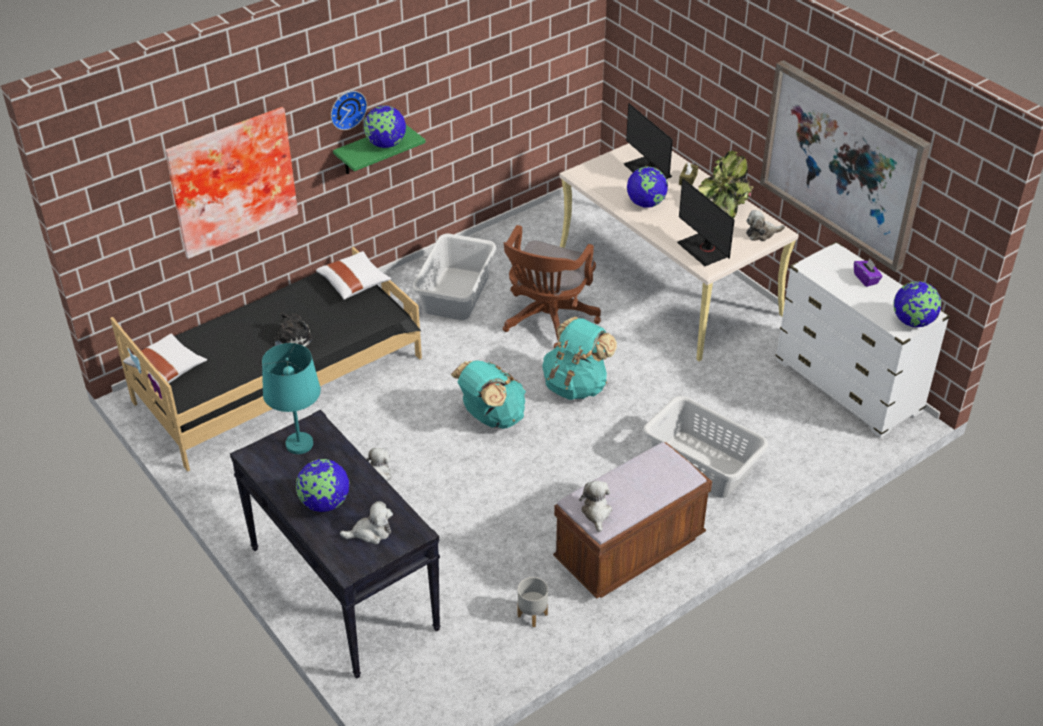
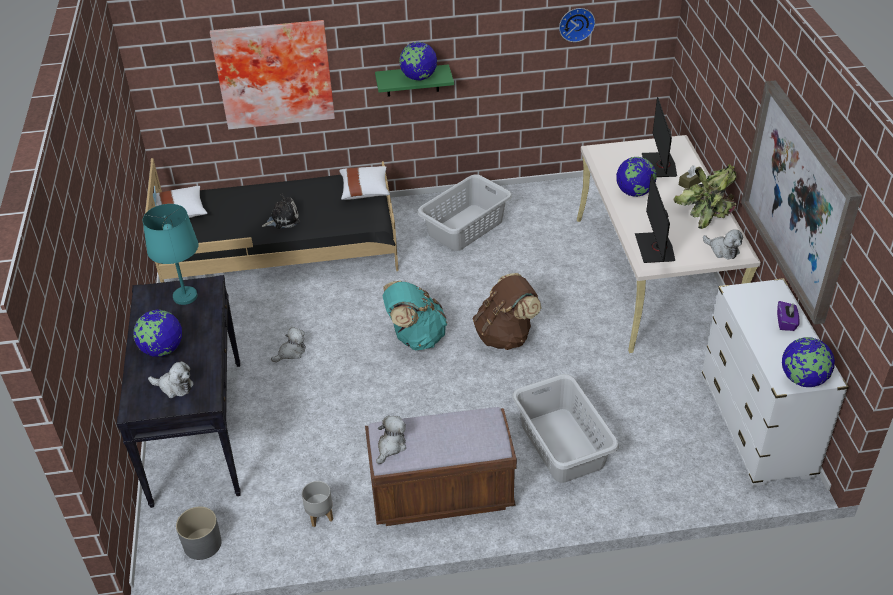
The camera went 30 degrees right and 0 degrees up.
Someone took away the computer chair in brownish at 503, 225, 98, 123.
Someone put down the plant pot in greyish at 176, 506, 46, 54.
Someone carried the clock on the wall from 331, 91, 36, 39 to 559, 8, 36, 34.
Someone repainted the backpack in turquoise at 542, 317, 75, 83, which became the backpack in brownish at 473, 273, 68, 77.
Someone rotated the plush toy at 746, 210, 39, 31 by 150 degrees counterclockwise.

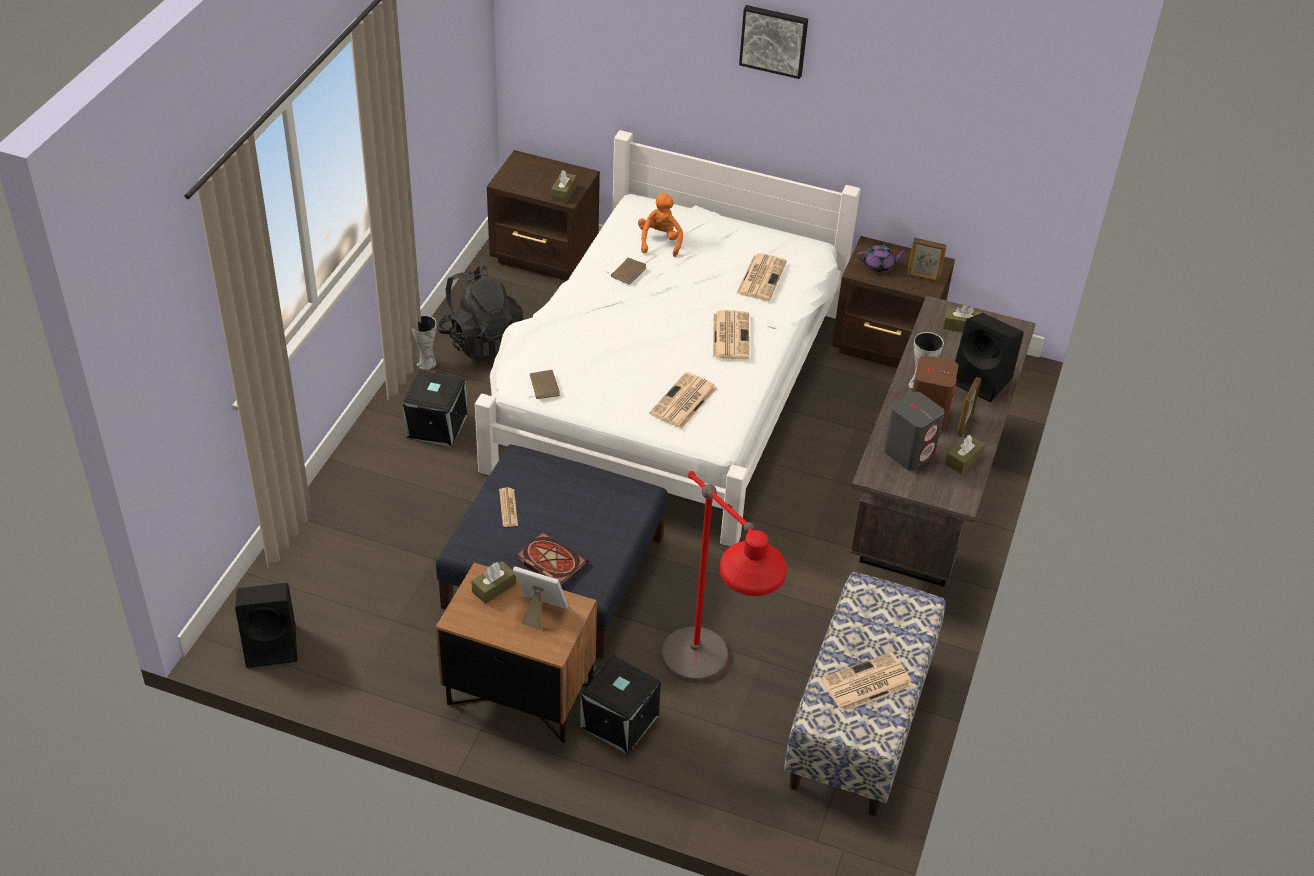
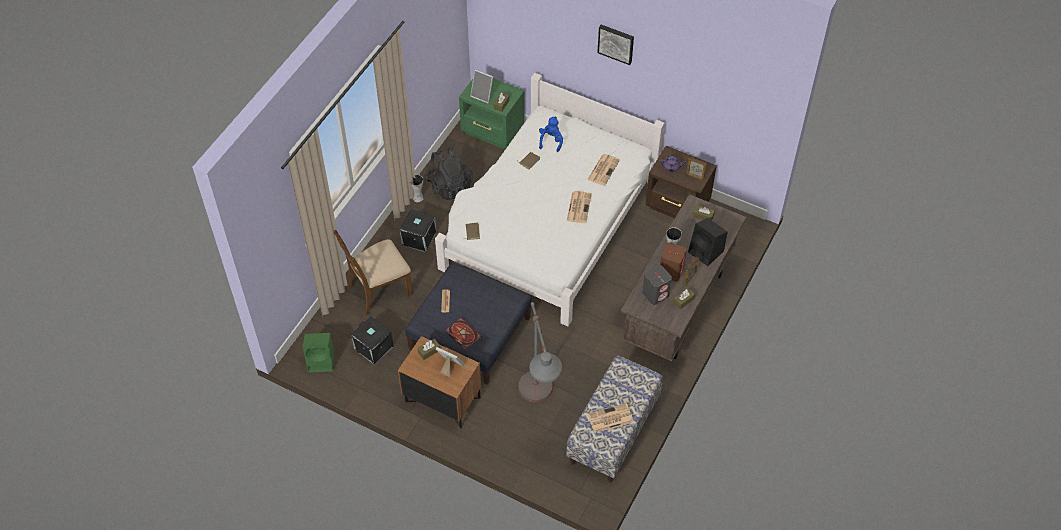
The camera went 10 degrees right and 10 degrees up.
Someone took away the daily paper at 649, 372, 68, 57.
Someone put down the upright chair in brownish at 334, 230, 79, 85.
Someone put down the standing frame at 470, 69, 23, 34.
Someone carried the storage bin in black from 580, 656, 81, 98 to 351, 317, 43, 47.
Someone repainted the speaker in black at 235, 583, 62, 85, which became the speaker in green at 303, 333, 31, 40.
Someone repainted the night table in brownish at 487, 150, 113, 131, which became the night table in green at 459, 78, 66, 71.
Someone repainted the plush toy in orangey at 638, 193, 45, 64, which became the plush toy in blue at 539, 116, 24, 36.
Someone repainted the standard lamp in red at 661, 471, 126, 212, which became the standard lamp in greyish at 518, 302, 44, 100.

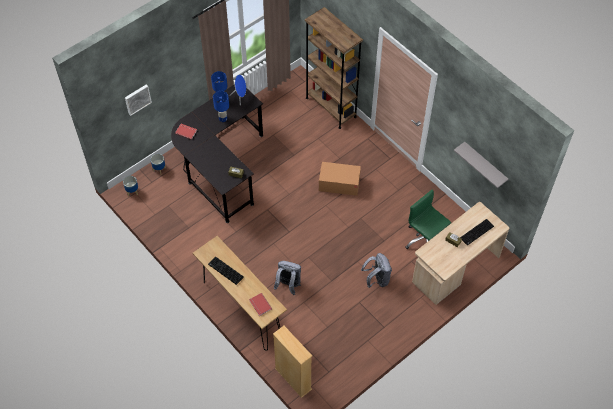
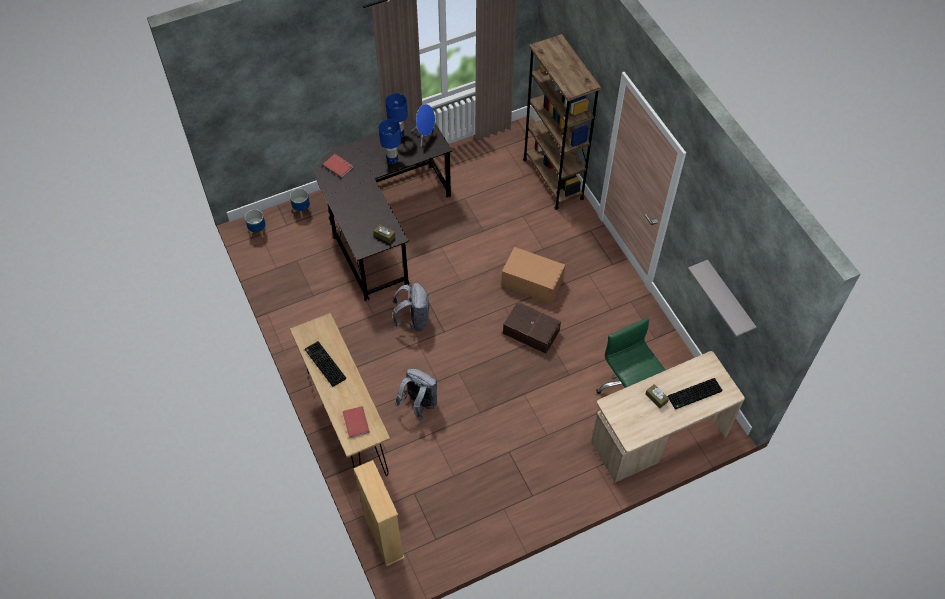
The camera went 15 degrees right and 0 degrees up.
Someone took away the wall art at 125, 84, 27, 32.
Someone put down the storage bin in brownish at 503, 301, 58, 52.
Someone carried the backpack in greyish from 361, 253, 31, 35 to 393, 283, 36, 48.

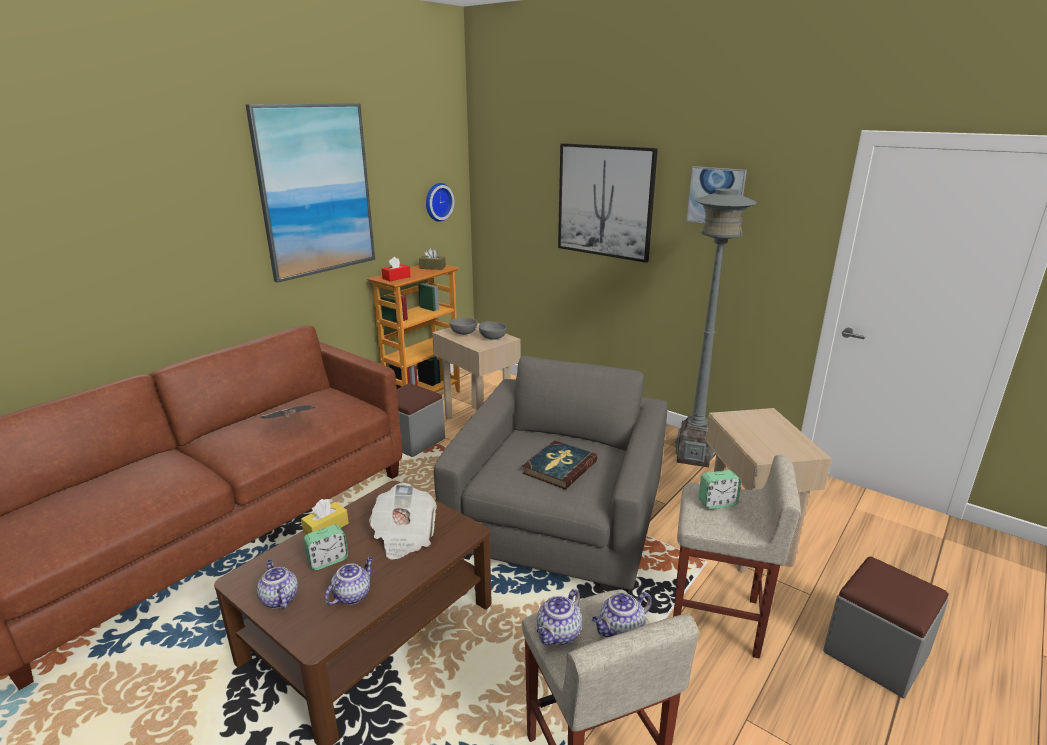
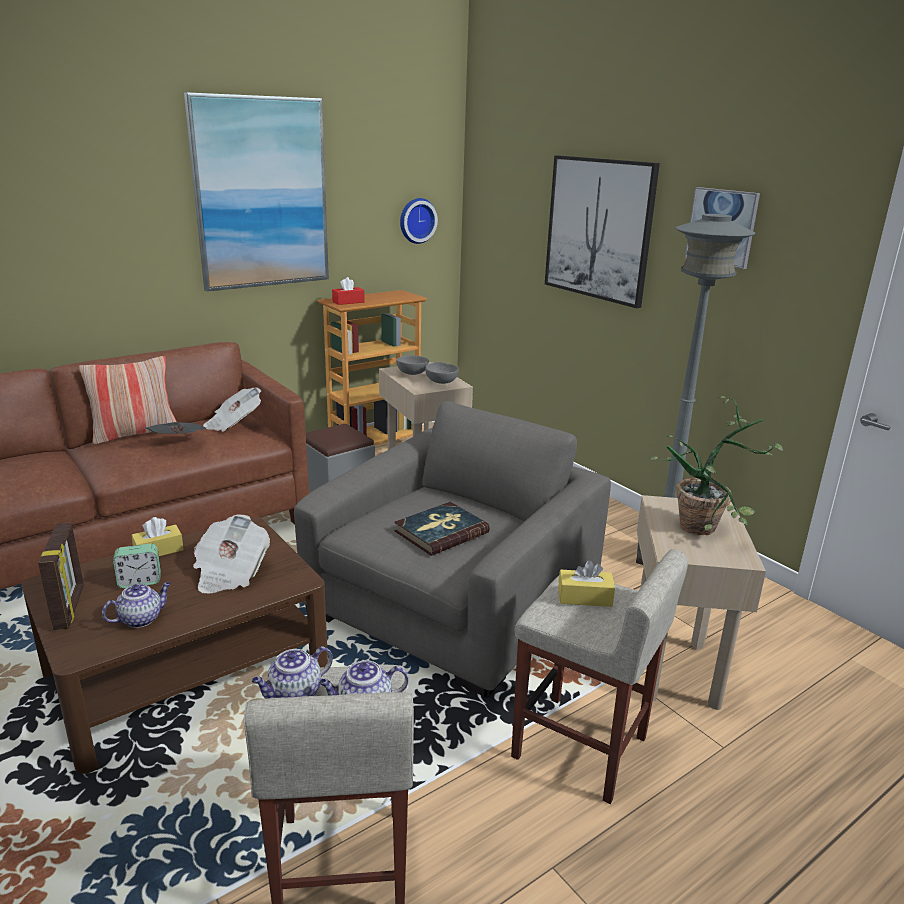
The camera went 15 degrees right and 0 degrees up.
Someone took away the box of tissues in brownish at 419, 248, 27, 22.
Someone took away the footrest in greyish at 823, 557, 126, 141.
Someone put down the cushion at 79, 356, 98, 89.
Someone put down the daily paper at 203, 388, 58, 44.
Someone put down the houseplant at 651, 396, 132, 139.
Someone swapped the pot for tea at 257, 560, 41, 49 for the standing frame at 38, 522, 46, 108.
Someone swapped the table clock at 699, 470, 42, 39 for the box of tissues in yellow-coloured at 558, 560, 57, 47.

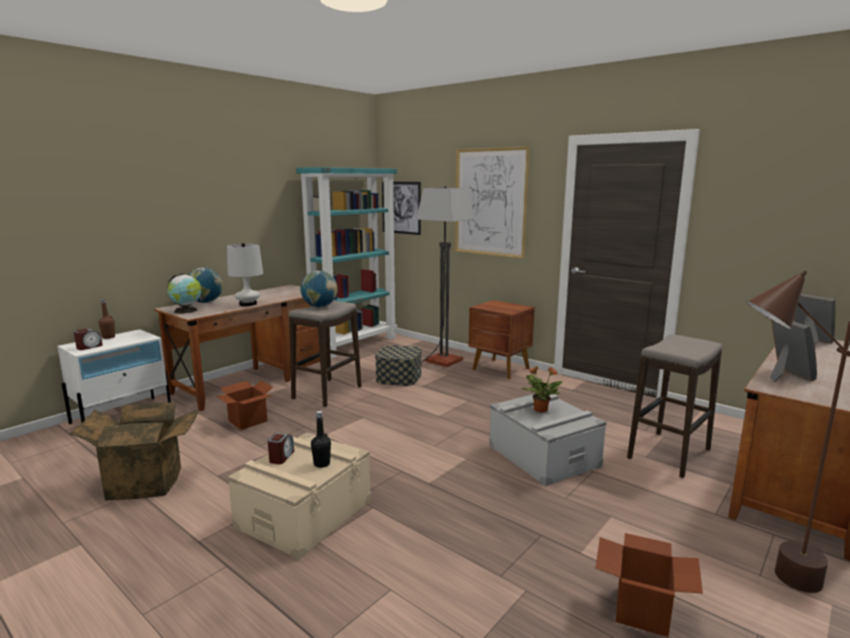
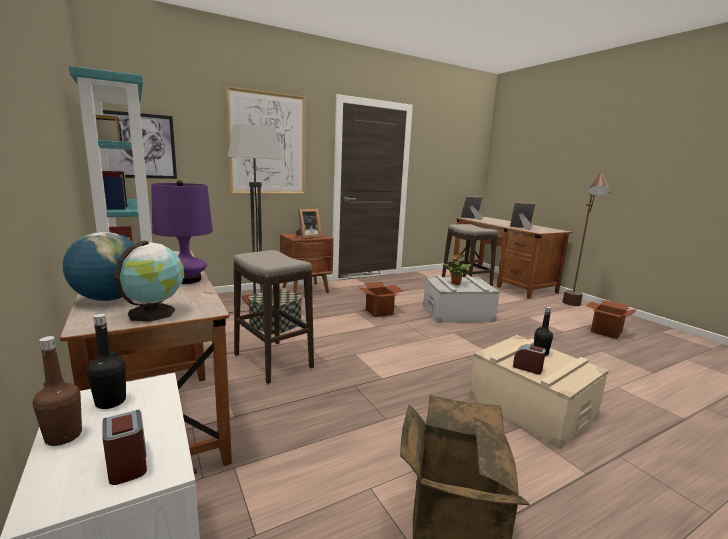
The camera went 70 degrees left and 0 degrees up.
Someone took away the globe at 300, 271, 38, 36.
Someone put down the beverage bottle in black at 86, 314, 40, 95.
Someone put down the standing frame at 296, 209, 26, 30.
Someone carried the cardboard box from 216, 381, 57, 49 to 358, 282, 45, 35.
Someone repainted the table lamp in whitish at 227, 243, 36, 63, which became the table lamp in purplish at 151, 180, 62, 104.

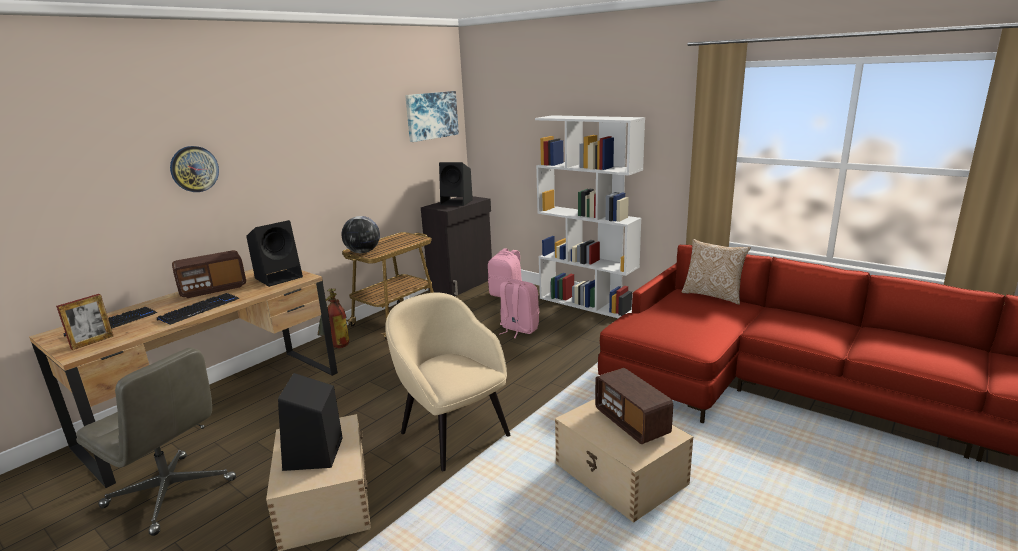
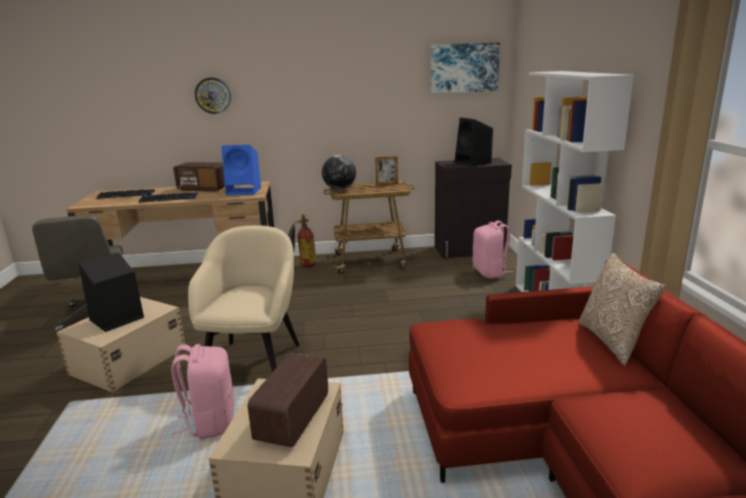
The camera went 45 degrees right and 0 degrees up.
Someone carried the standing frame from 56, 294, 57, 56 to 375, 156, 23, 30.
Someone carried the backpack in pink from 500, 279, 39, 59 to 171, 344, 64, 95.
Someone repainted the speaker in black at 246, 220, 57, 67, which became the speaker in blue at 221, 145, 40, 50.

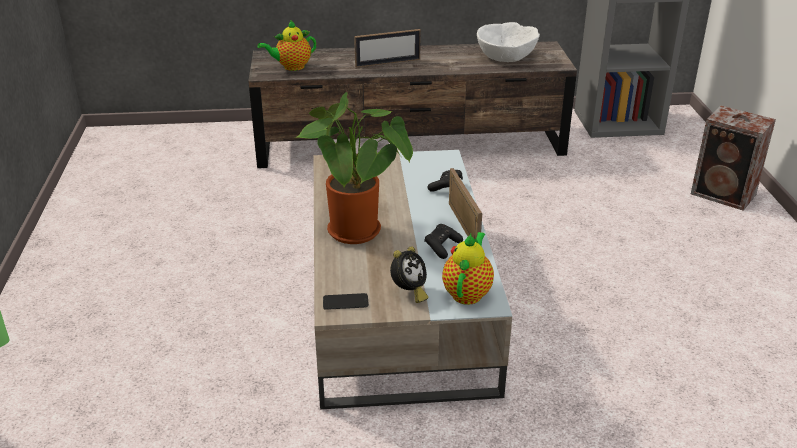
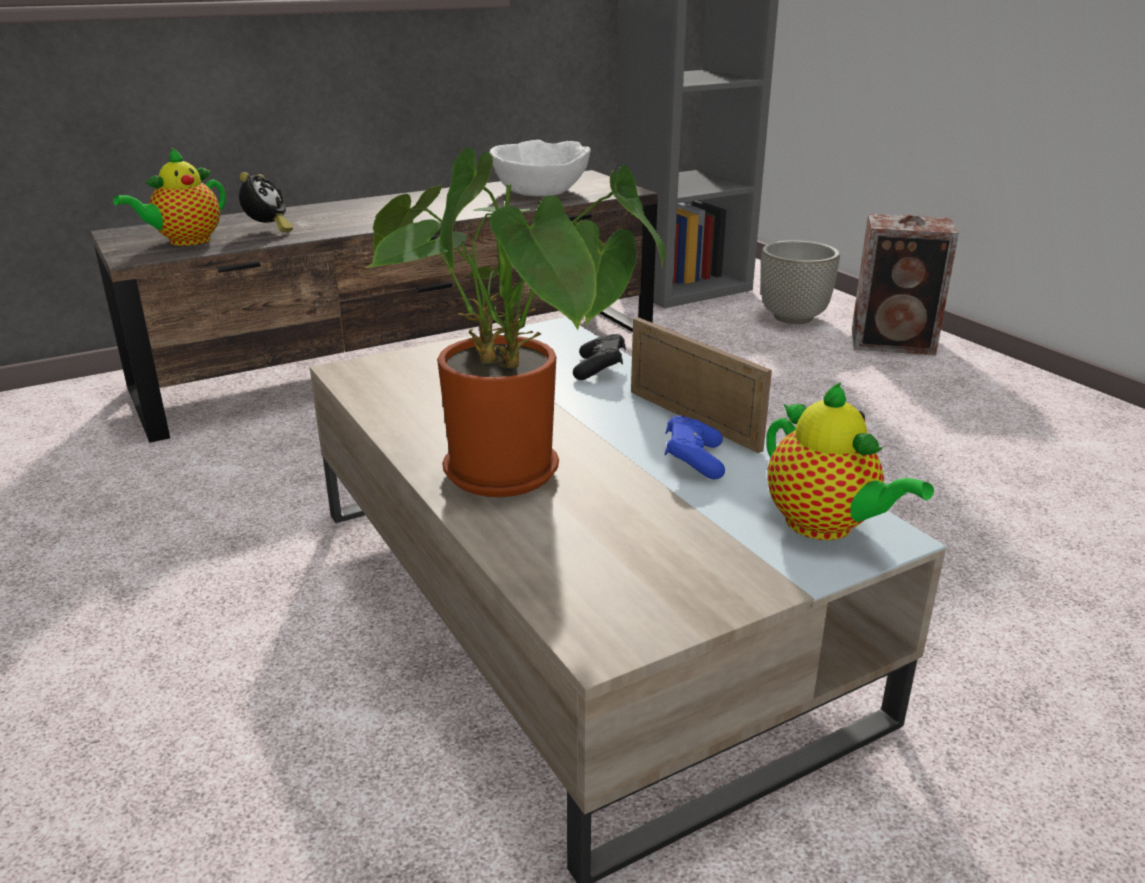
The camera went 25 degrees left and 5 degrees down.
Someone took away the phone at 323, 293, 46, 17.
Someone took away the standing frame at 354, 29, 67, 39.
Someone put down the plant pot in greyish at 761, 240, 79, 84.
Someone carried the table clock from 390, 247, 39, 56 to 239, 172, 55, 60.
Someone repainted the joypad in black at 424, 224, 39, 35, which became the joypad in blue at 665, 416, 60, 63.
Someone rotated the pot for tea at 442, 232, 52, 73 by 150 degrees clockwise.

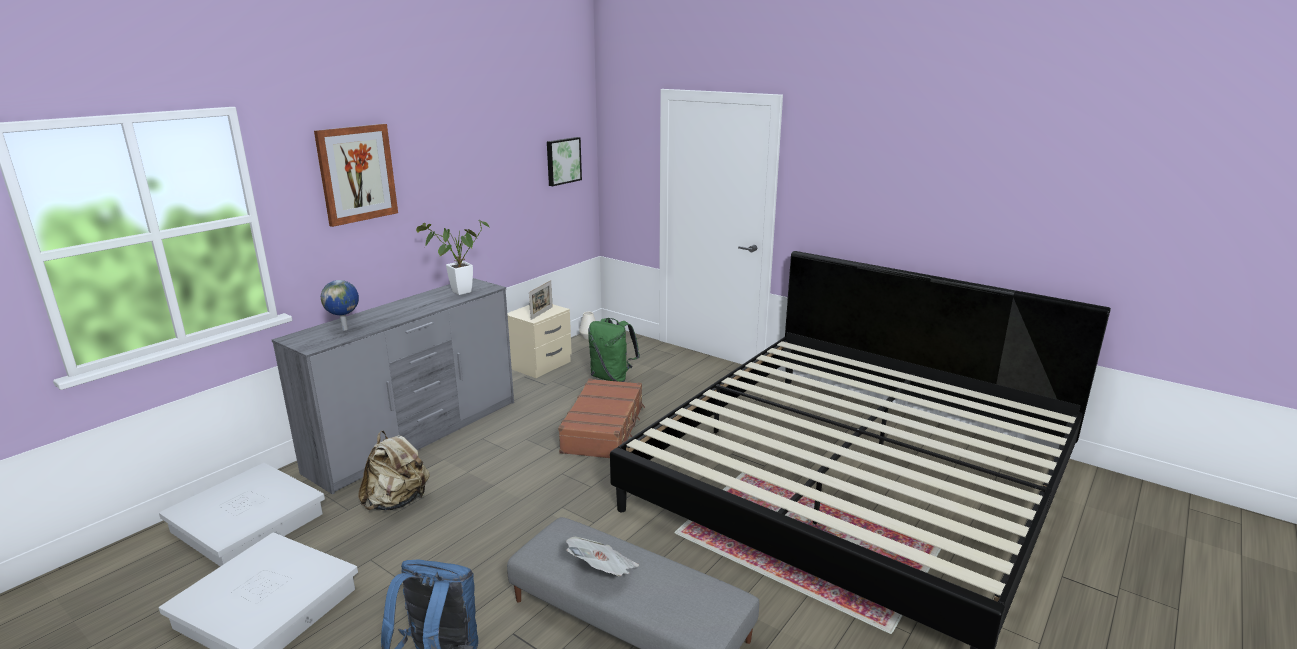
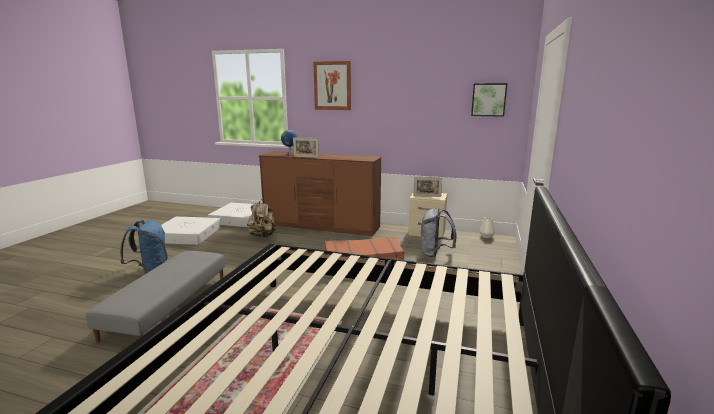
The camera went 70 degrees right and 5 degrees down.
Someone took away the houseplant at 416, 219, 74, 76.
Someone took away the daily paper at 566, 537, 73, 39.
Someone put down the standing frame at 293, 137, 26, 21.
Someone repainted the dresser in greyish at 272, 278, 242, 216, which became the dresser in brownish at 259, 151, 123, 86.
Someone repainted the backpack in green at 588, 318, 52, 64, which became the backpack in greyish at 421, 208, 36, 50.

